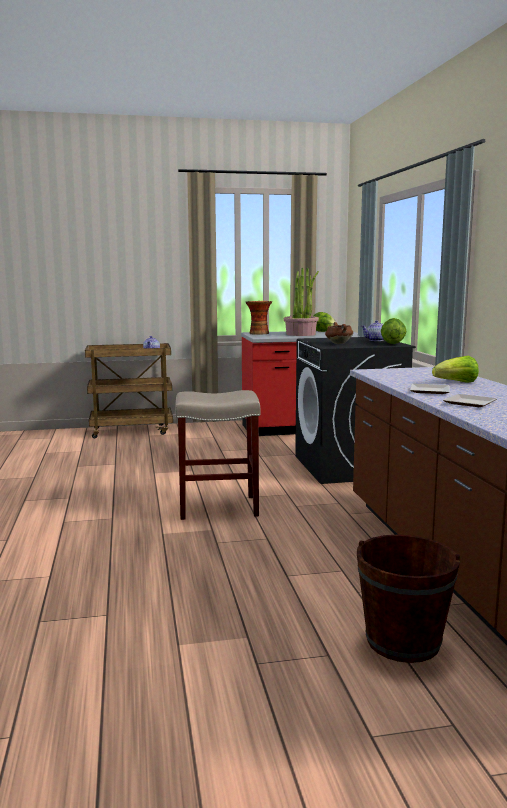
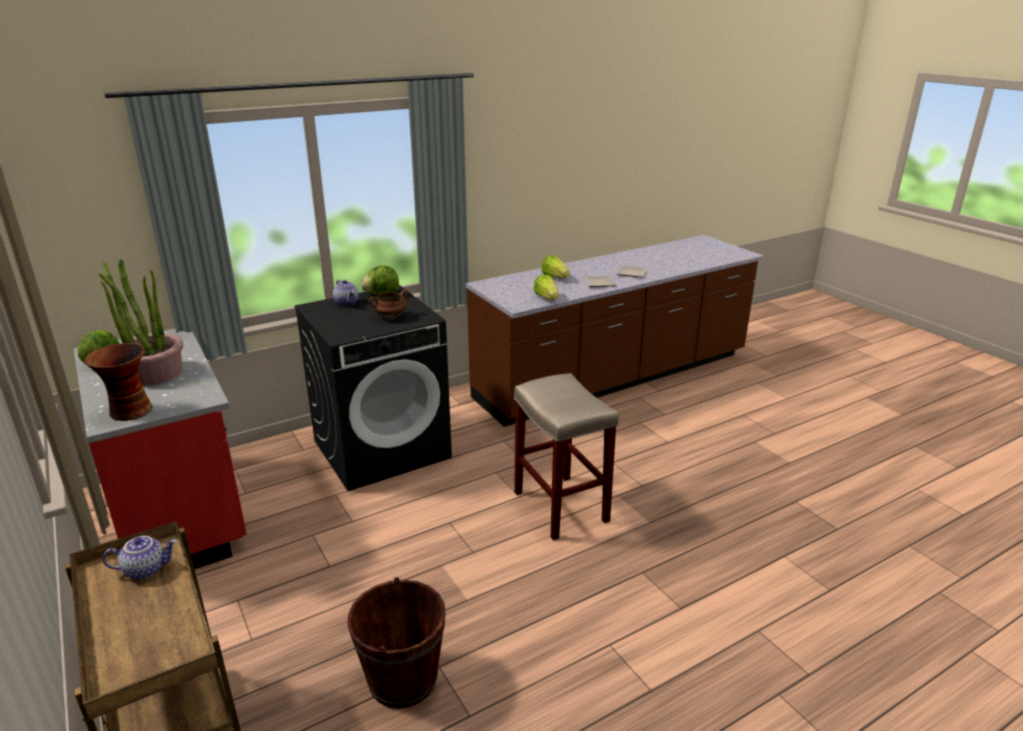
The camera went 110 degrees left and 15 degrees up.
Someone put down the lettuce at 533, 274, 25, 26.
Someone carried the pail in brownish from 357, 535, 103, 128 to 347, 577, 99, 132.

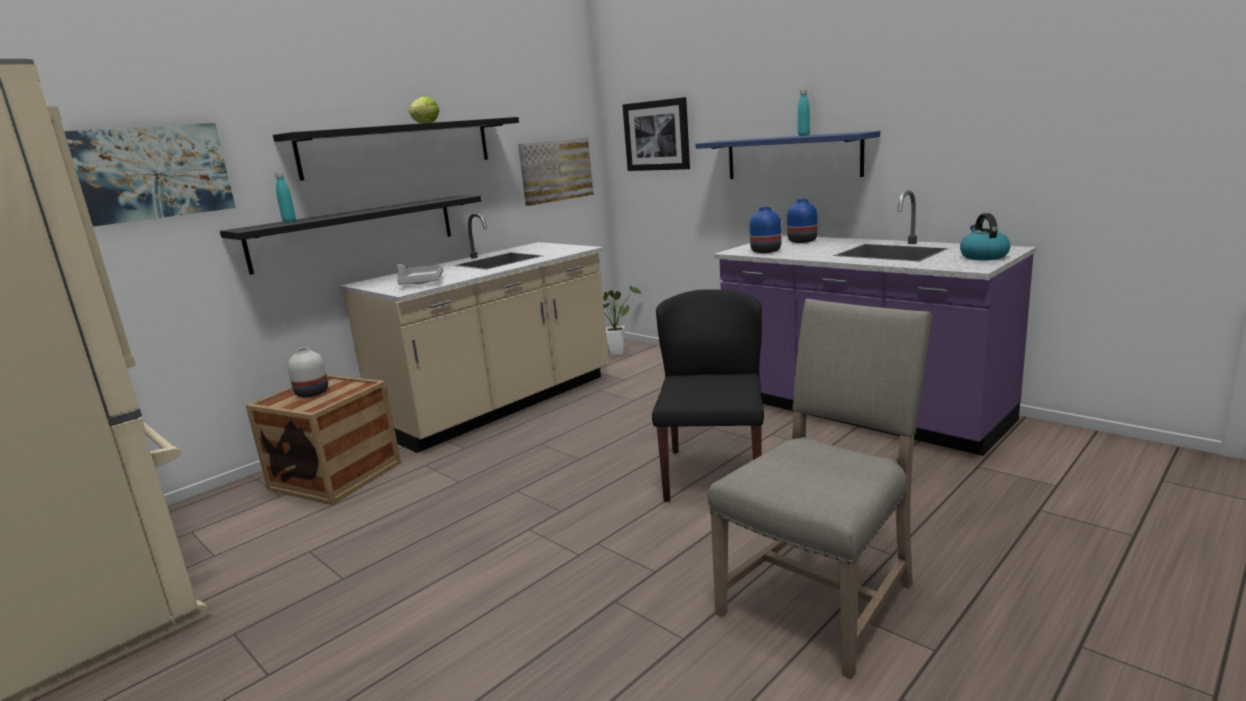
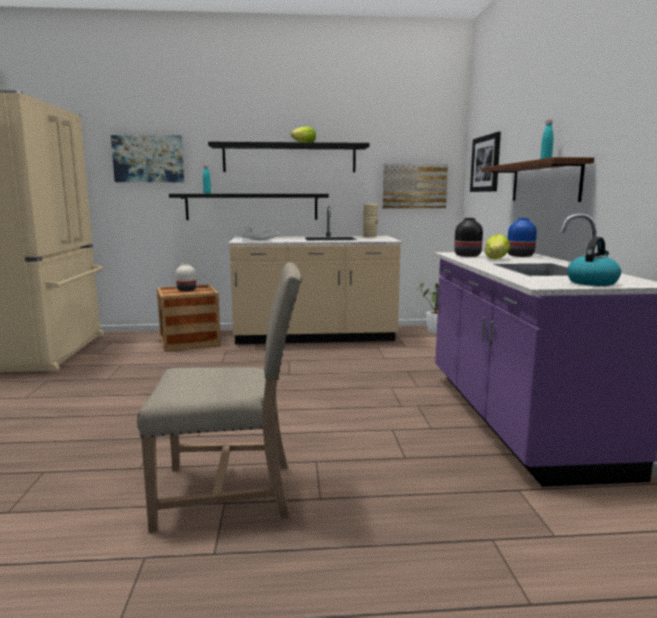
The camera went 40 degrees right and 5 degrees down.
Someone took away the upright chair in black at 652, 289, 112, 213.
Someone put down the decorative vase in beige-coloured at 363, 204, 15, 33.
Someone put down the lettuce at 485, 234, 25, 25.
Someone repainted the bracket shelf in blue at 695, 131, 185, 48, which became the bracket shelf in brownish at 481, 157, 113, 45.
Someone repainted the decorative vase in blue at 749, 207, 33, 46, which became the decorative vase in black at 454, 218, 29, 39.

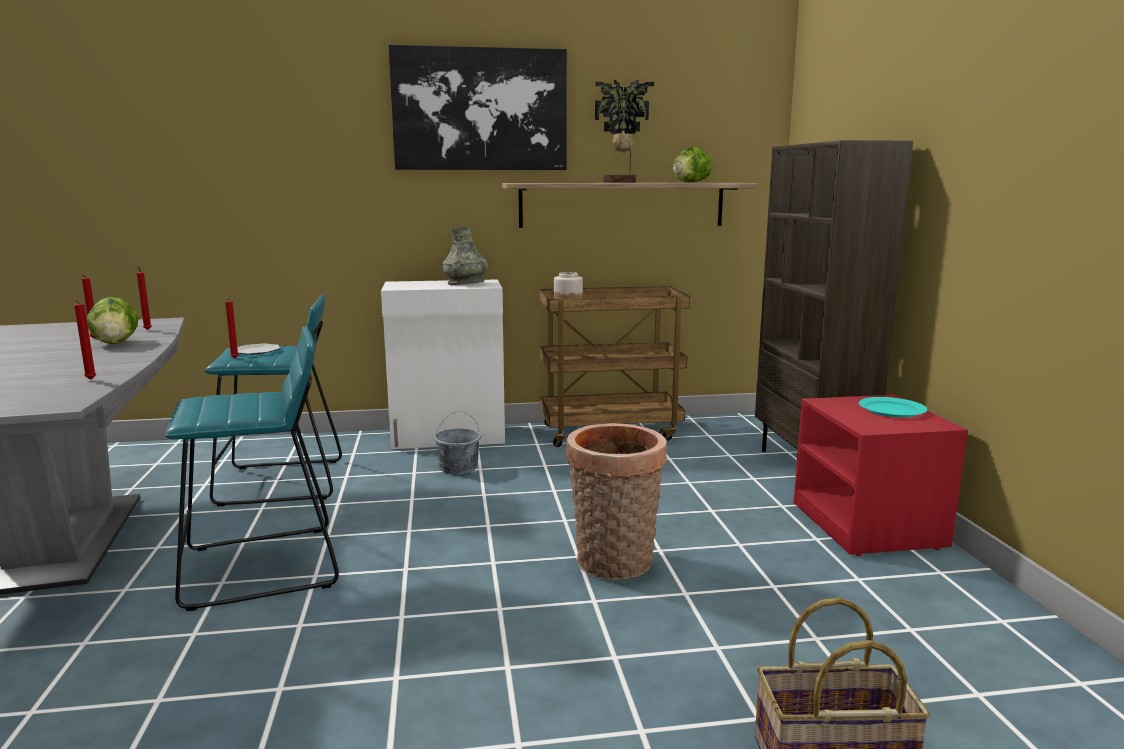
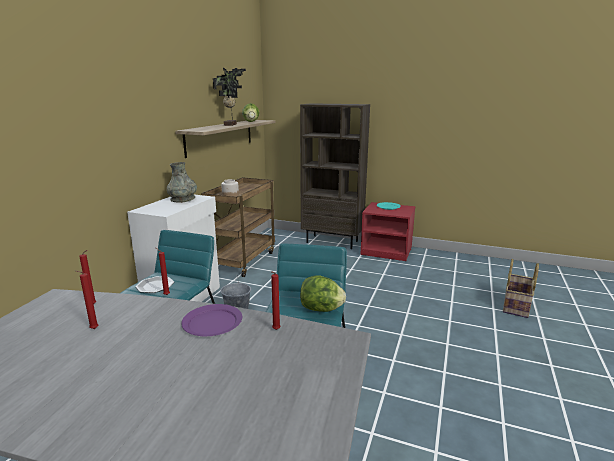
The camera went 60 degrees left and 5 degrees up.
Someone took away the wall art at 389, 45, 178, 125.
Someone took away the storage basket at 566, 423, 101, 157.
Someone put down the plate in purplish at 181, 304, 61, 32.
Someone carried the lettuce from 87, 297, 52, 47 to 300, 275, 46, 37.

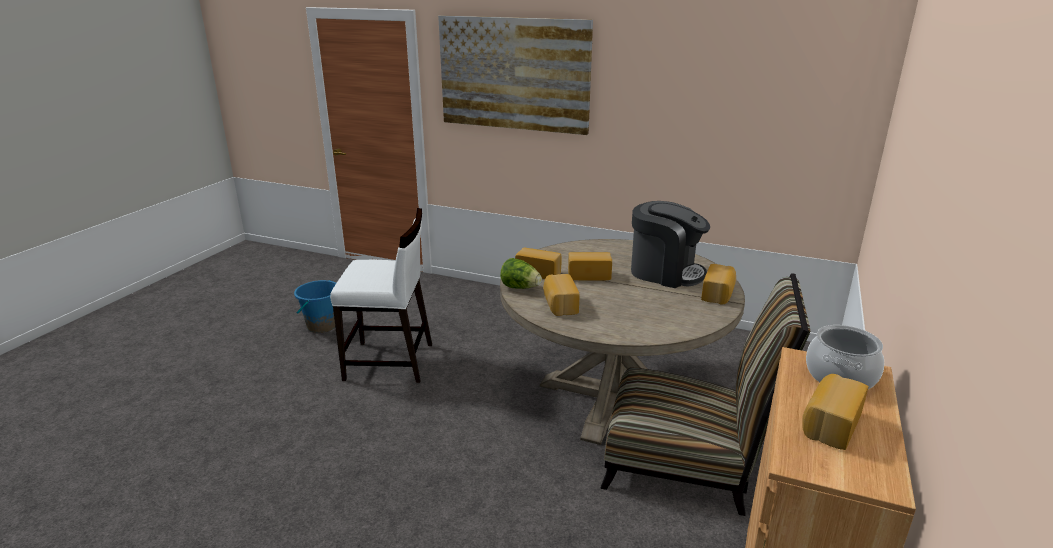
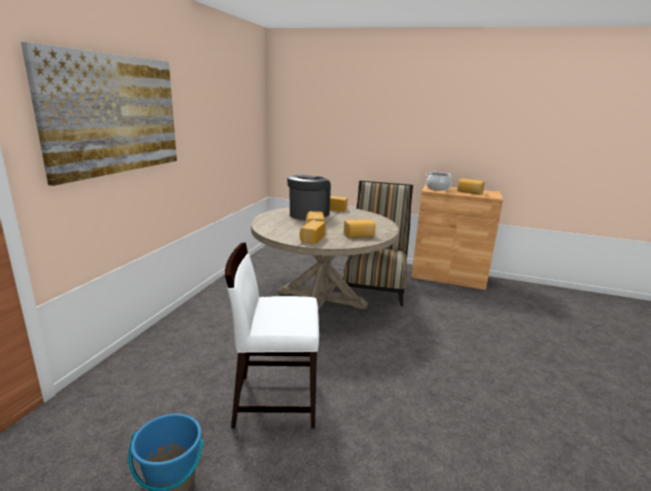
The camera went 95 degrees left and 5 degrees down.
Someone took away the lettuce at 500, 258, 42, 31.
Someone rotated the upright chair in whitish at 330, 208, 102, 175 by 90 degrees counterclockwise.

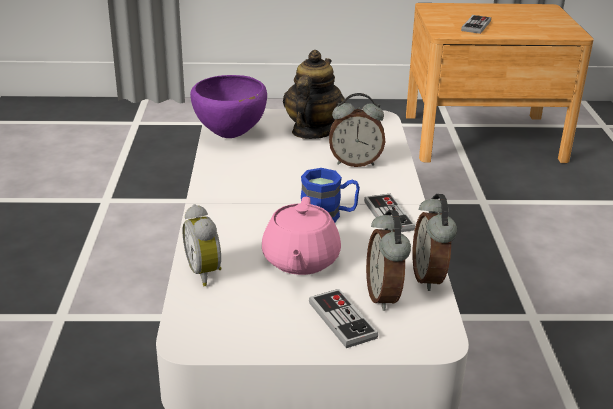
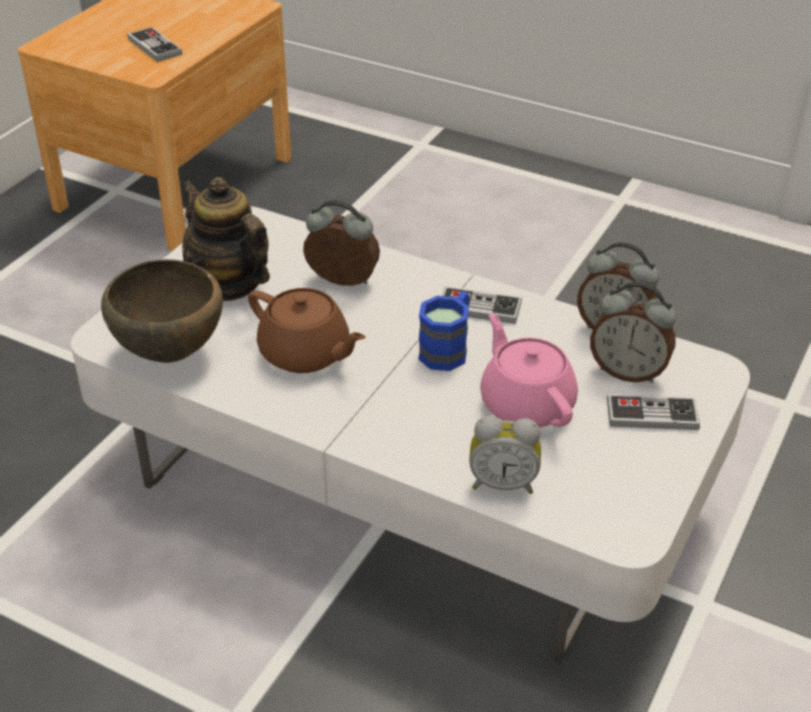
The camera went 60 degrees left and 10 degrees up.
Someone put down the pot for tea in brownish at 248, 288, 117, 85.
Someone repainted the serving bowl in purplish at 190, 75, 77, 63, which became the serving bowl in brownish at 101, 259, 122, 104.
Someone rotated the pot for tea in pink at 262, 197, 79, 78 by 150 degrees counterclockwise.
Someone rotated the table clock at 329, 93, 57, 74 by 105 degrees counterclockwise.

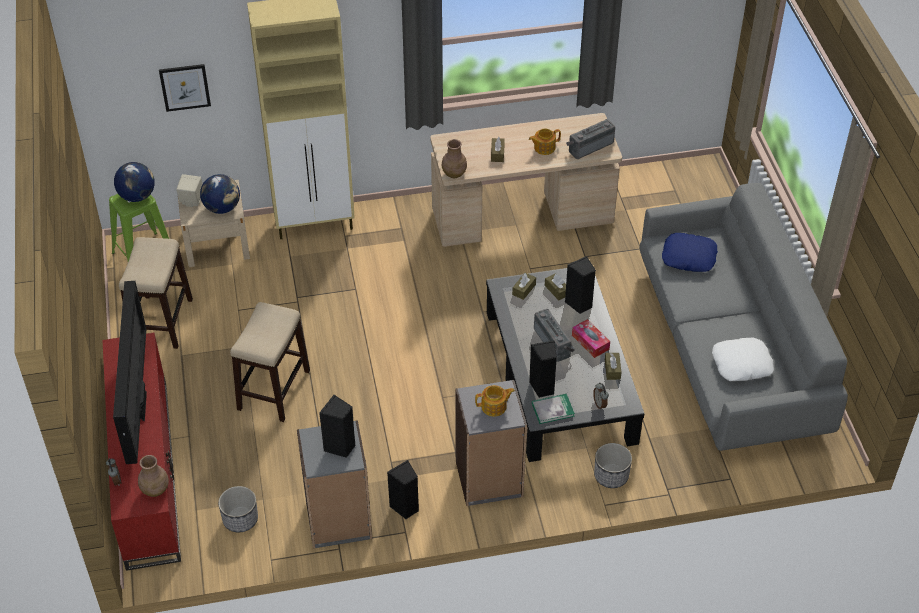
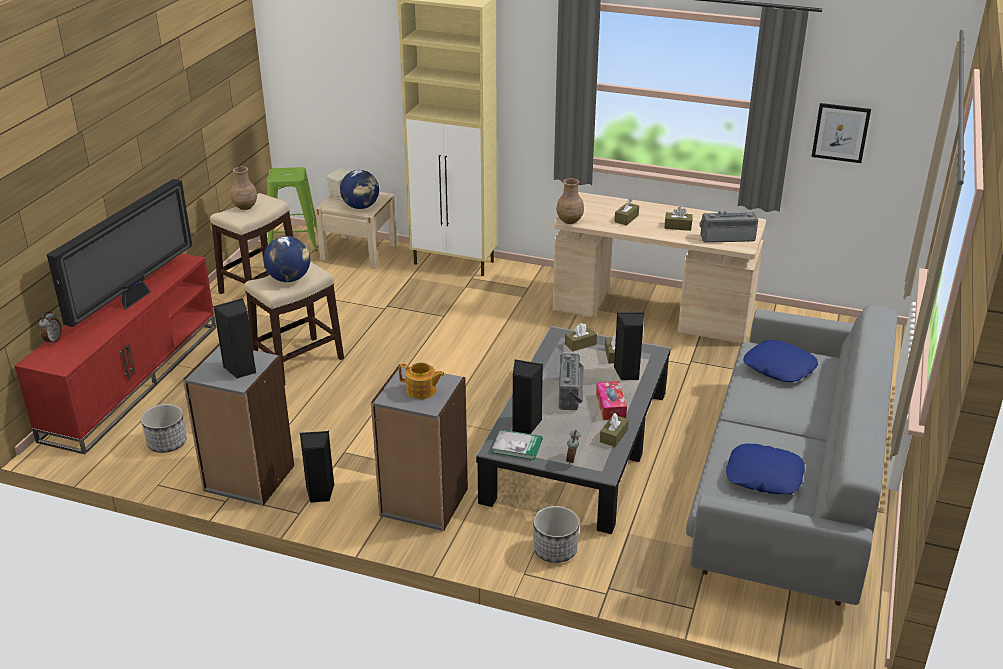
The camera went 30 degrees right and 15 degrees down.
Someone carried the globe from 114, 162, 41, 40 to 263, 236, 47, 46.
Someone carried the decorative vase in brownish from 138, 455, 31, 42 to 230, 166, 27, 44.
Someone carried the wall art from 159, 64, 52, 48 to 812, 103, 59, 60.
Someone swapped the pot for tea at 529, 129, 32, 26 for the box of tissues in brownish at 665, 207, 28, 24.
Someone repainted the cushion in whitish at 712, 337, 62, 44, which became the cushion in blue at 726, 443, 79, 51.

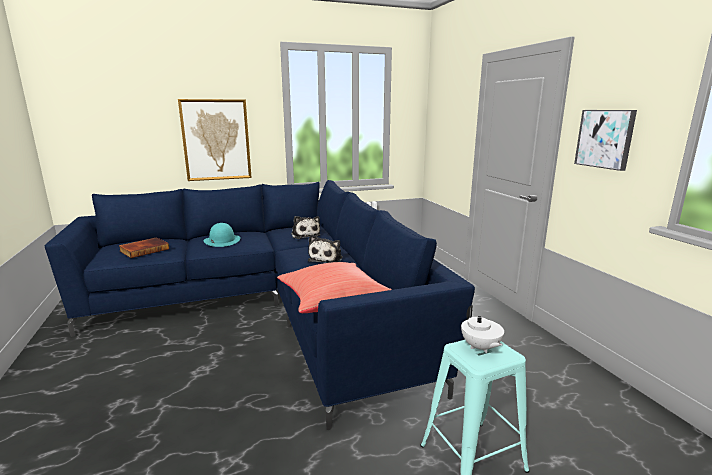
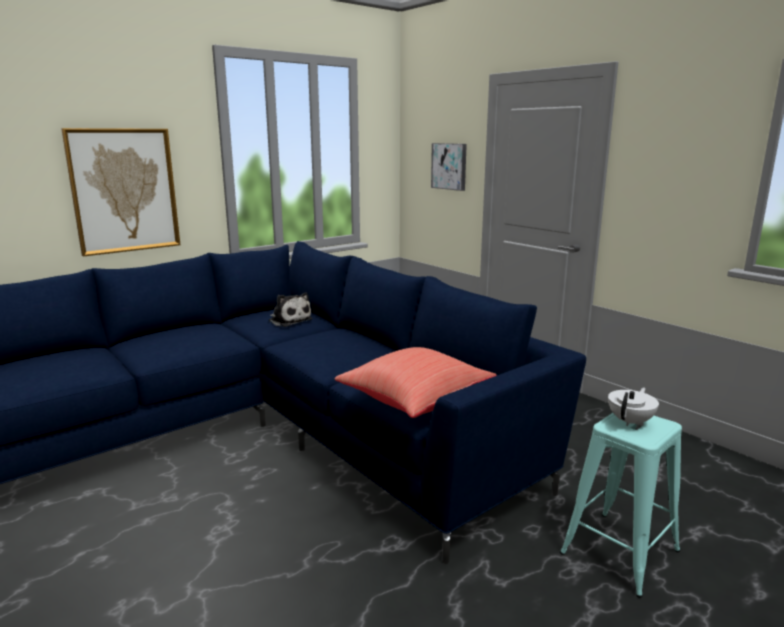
The camera went 20 degrees left and 0 degrees up.
Someone took away the bound book at 119, 237, 51, 21.
Someone took away the wearable hat in turquoise at 203, 223, 38, 24.
Someone took away the plush toy at 308, 235, 35, 28.
Someone carried the wall art from 574, 110, 63, 61 to 431, 143, 36, 48.
Someone rotated the pot for tea in whitish at 461, 305, 43, 48 by 105 degrees counterclockwise.

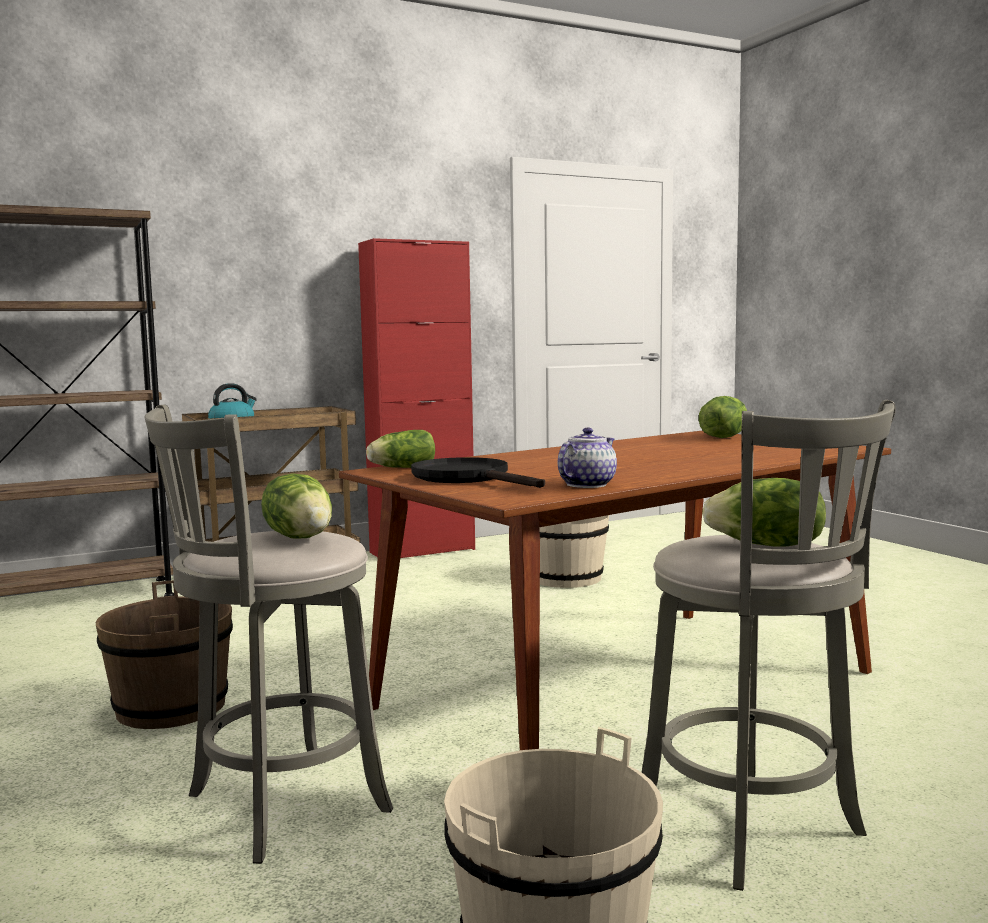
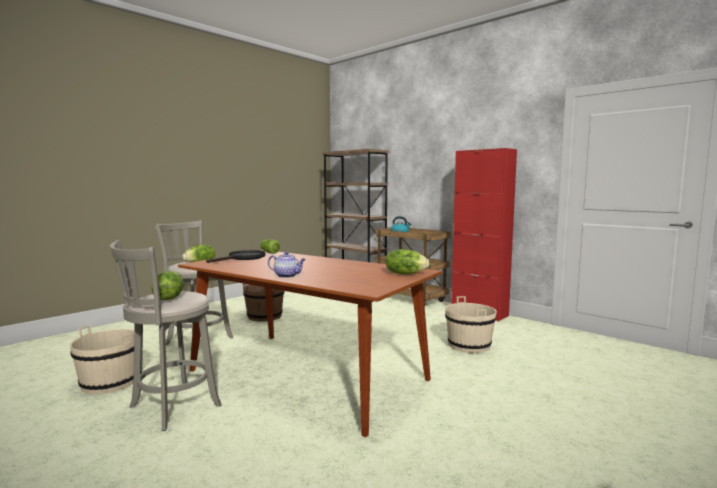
The camera went 70 degrees right and 0 degrees up.
Someone carried the pot for tea from 558, 428, 59, 60 to 268, 252, 38, 26.

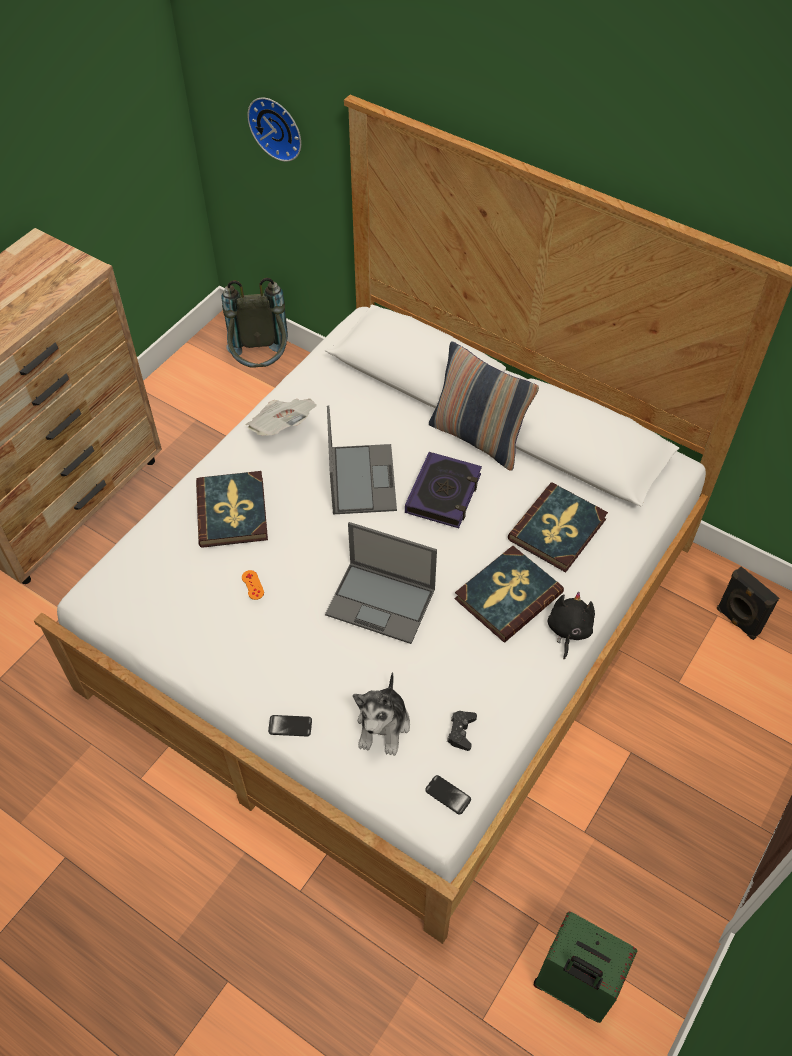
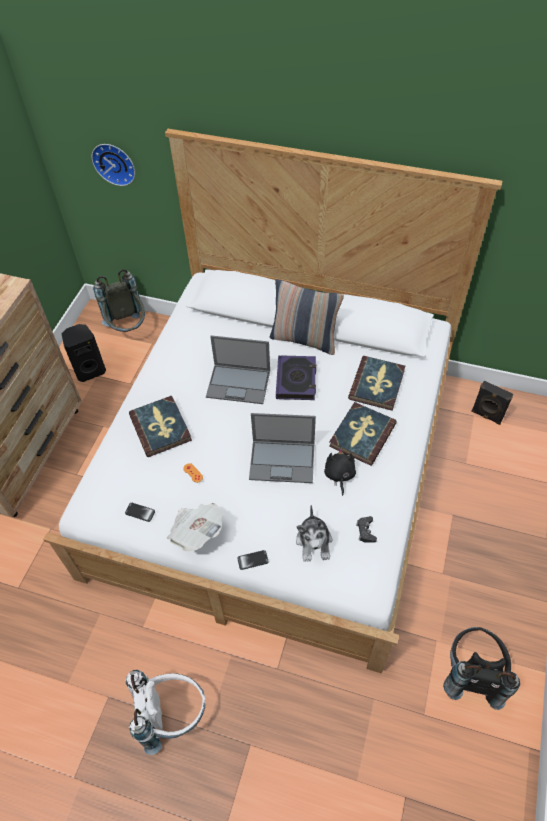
The camera went 15 degrees left and 0 degrees up.
Someone put down the speaker in black at 61, 324, 45, 58.
Someone put down the backpack in whitish at 125, 670, 81, 85.
Someone carried the daily paper from 245, 399, 72, 37 to 167, 503, 58, 48.
Someone carried the phone from 426, 775, 45, 39 to 125, 503, 30, 19.
Someone carried the plush toy in black from 548, 592, 47, 68 to 324, 448, 32, 48.
Someone swapped the travel case in green at 534, 912, 103, 111 for the backpack in black at 443, 627, 77, 83.
Someone rotated the portable computer at 327, 406, 70, 109 by 120 degrees clockwise.

